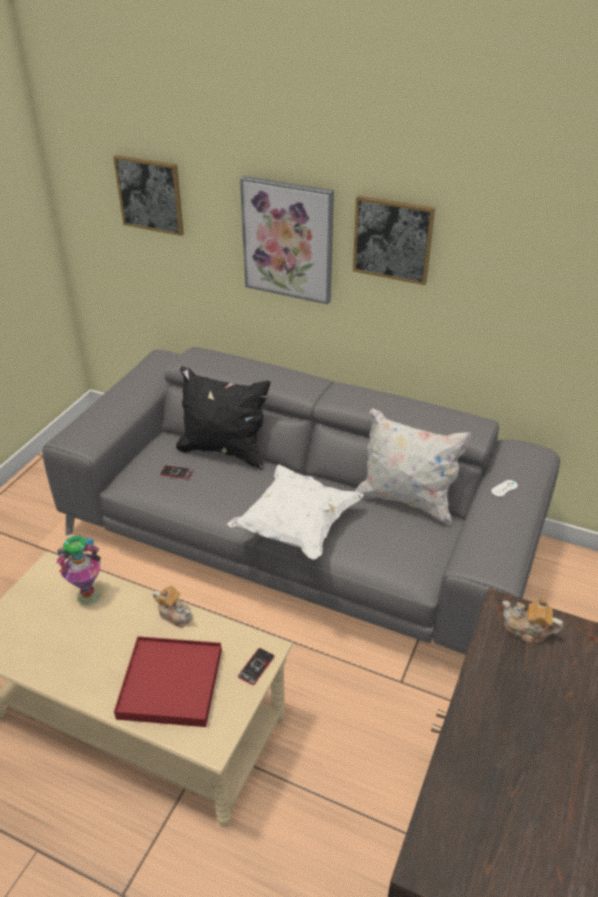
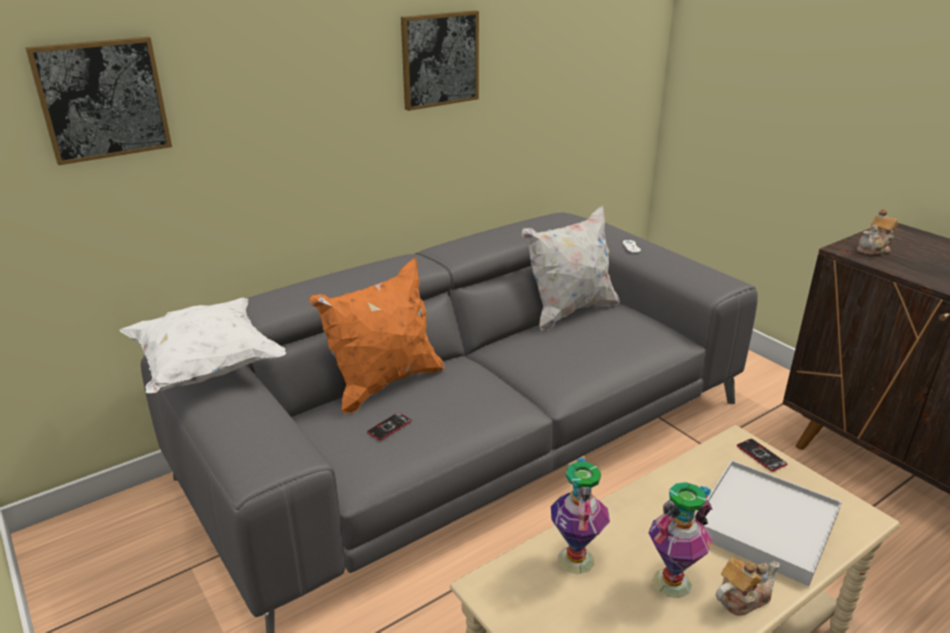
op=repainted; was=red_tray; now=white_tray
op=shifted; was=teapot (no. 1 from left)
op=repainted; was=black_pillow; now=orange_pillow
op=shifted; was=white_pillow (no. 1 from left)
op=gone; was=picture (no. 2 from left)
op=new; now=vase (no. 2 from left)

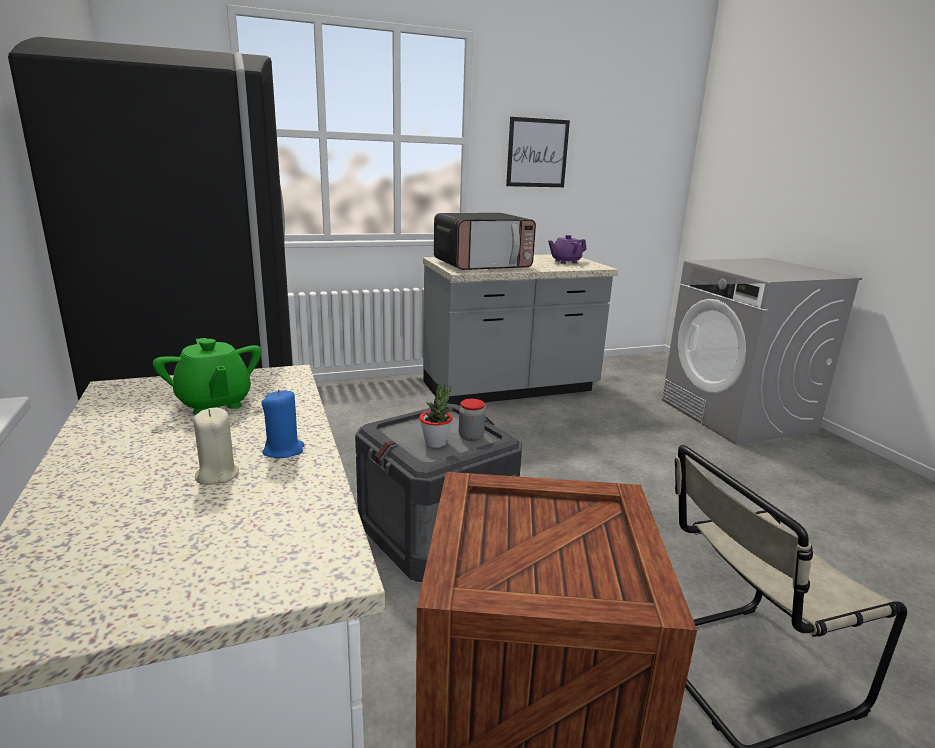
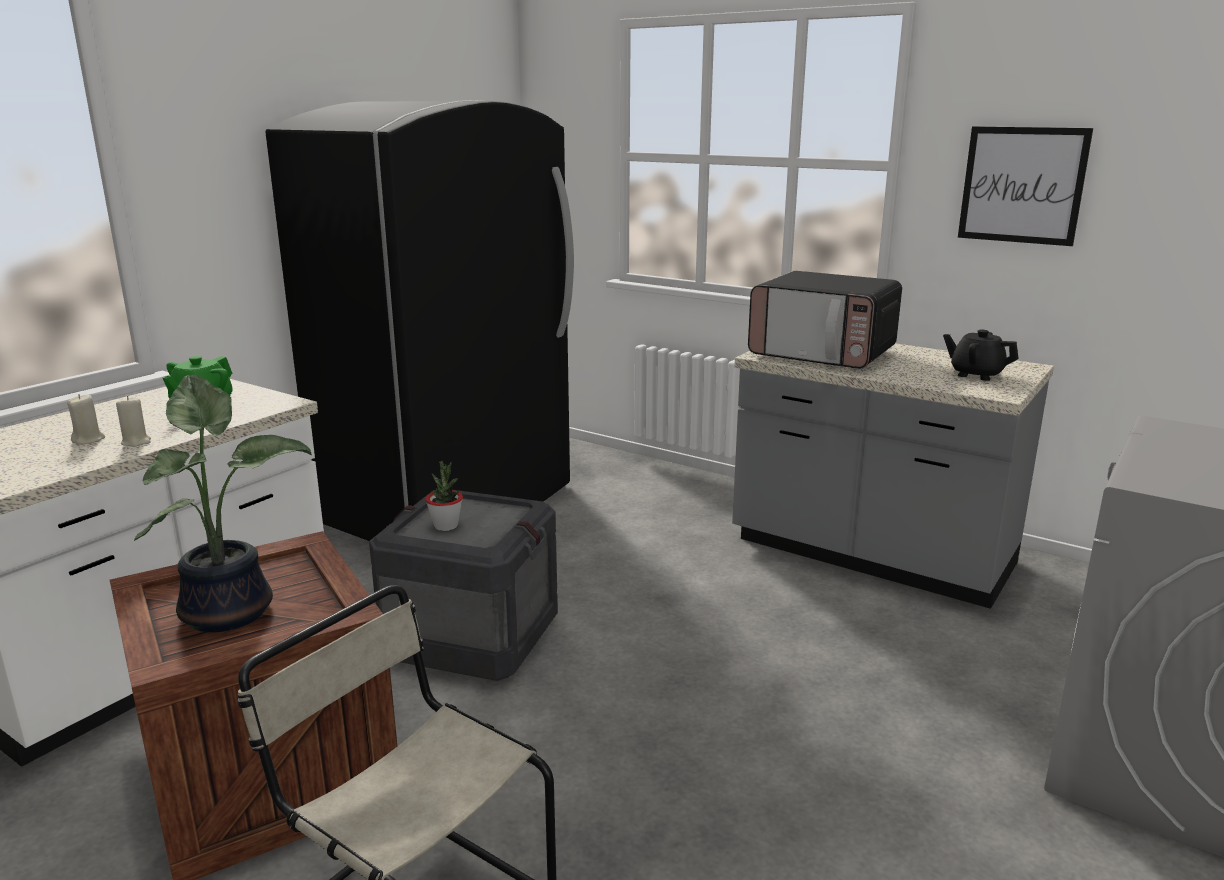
op=repainted; was=blue_candle; now=beige_candle (no. 2 from left)
op=gone; was=jar
op=repainted; was=purple_teapot; now=black_teapot
op=new; now=potted_plant (no. 1 from left)

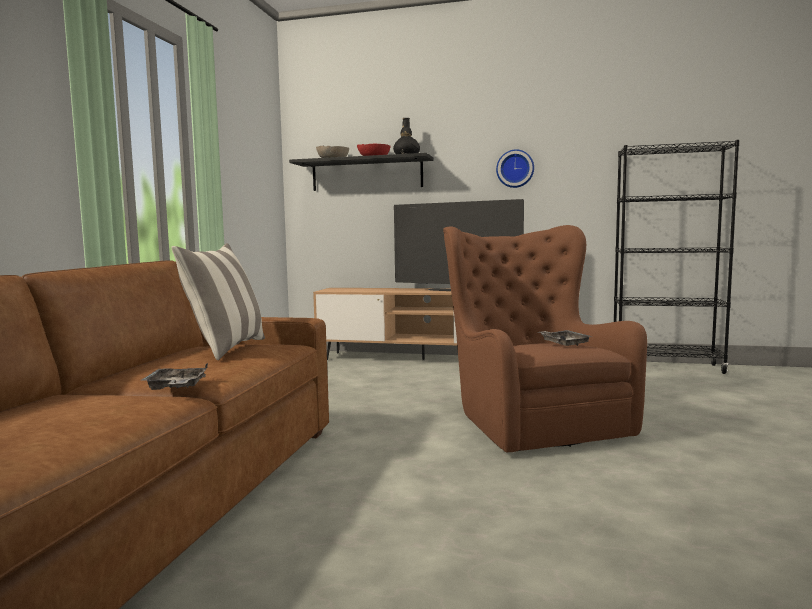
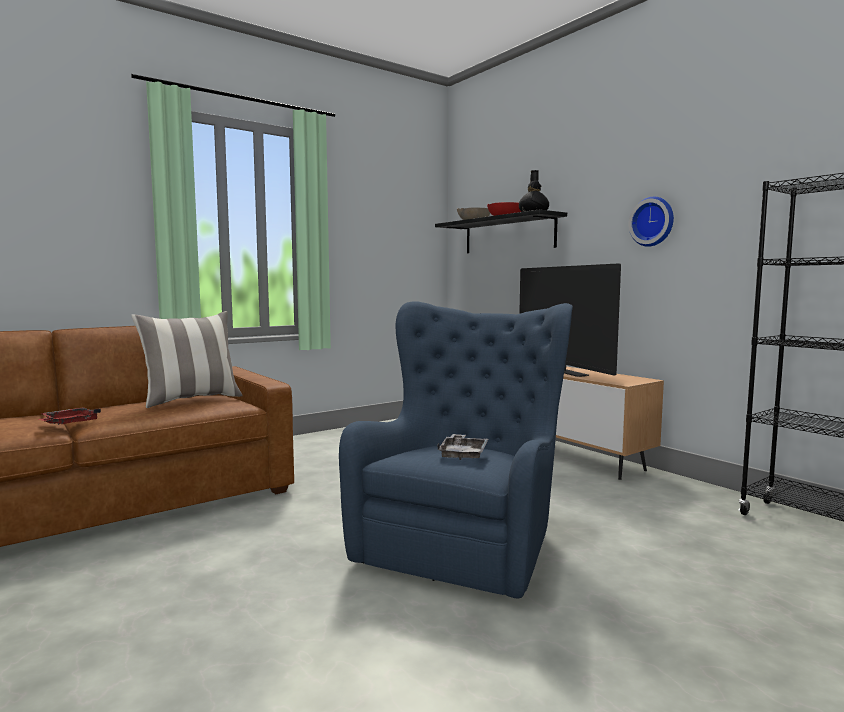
op=repainted; was=grey_tray (no. 1 from left); now=red_tray
op=repainted; was=brown_armchair; now=blue_armchair

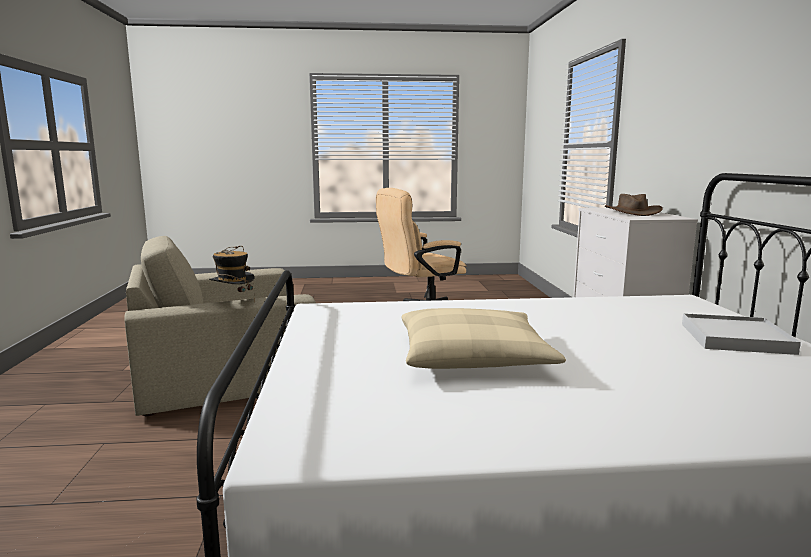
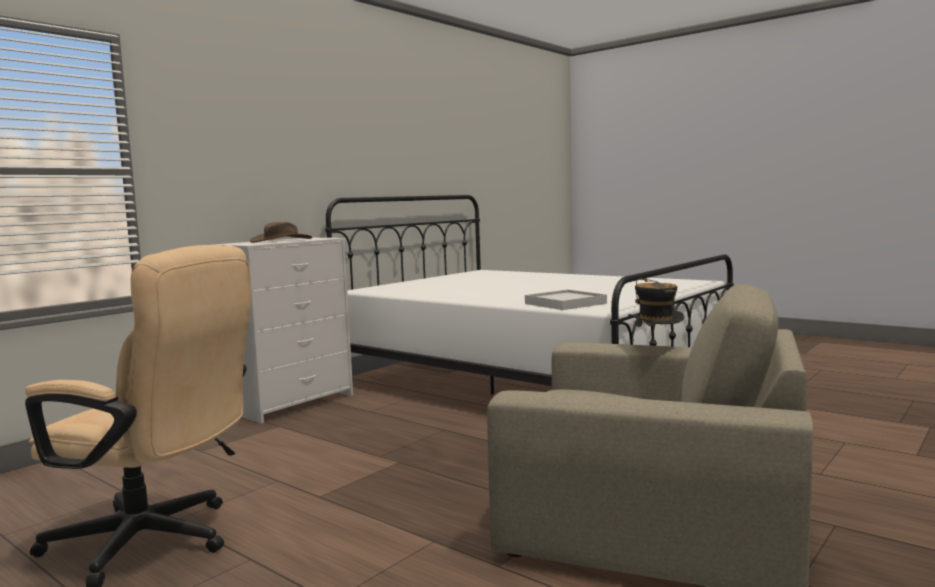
op=gone; was=beige_pillow
op=shifted; was=white_tray

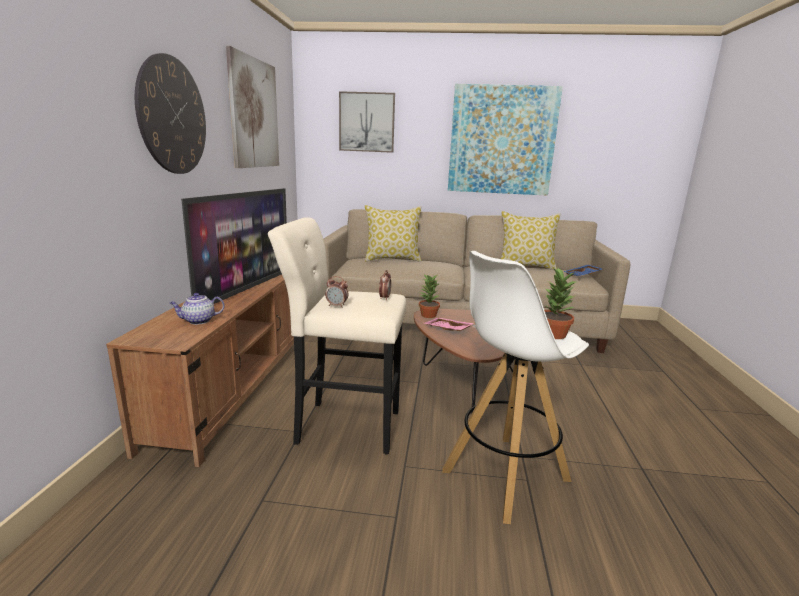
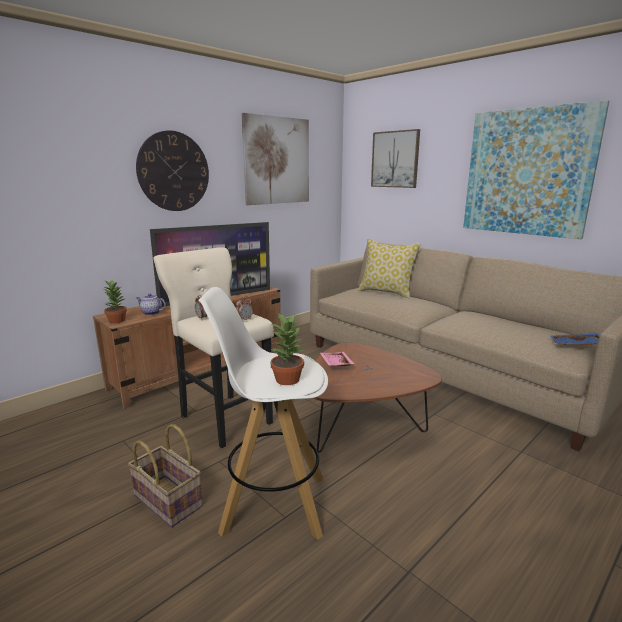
op=shifted; was=potted_plant (no. 1 from left)
op=gone; was=pillow (no. 2 from left)
op=new; now=basket

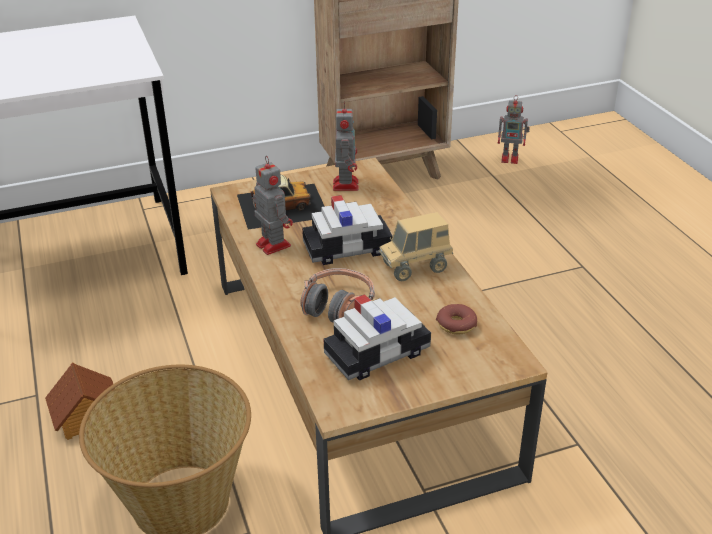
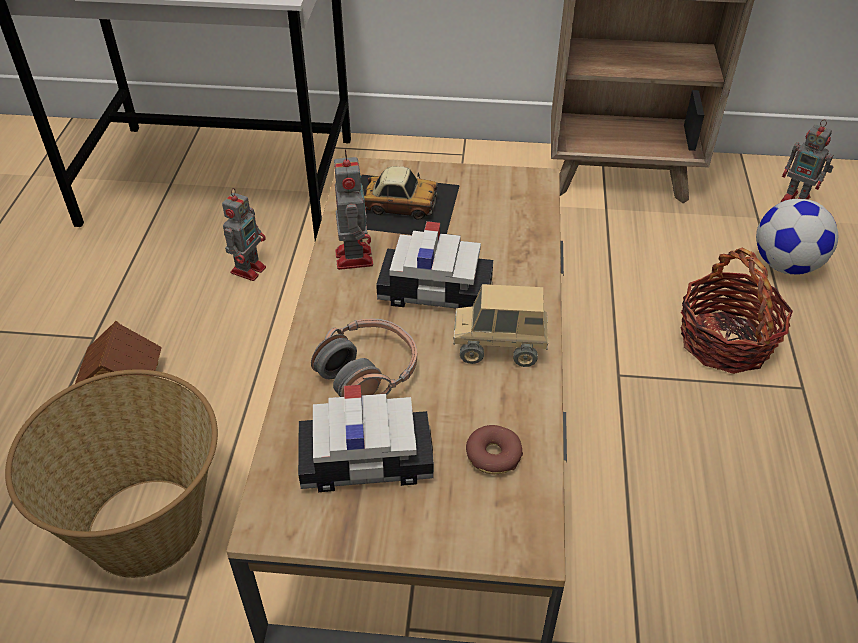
op=shifted; was=toy_robot (no. 2 from left in the first image); now=toy_robot (no. 1 from left)
op=new; now=basket (no. 2 from left)
op=new; now=football

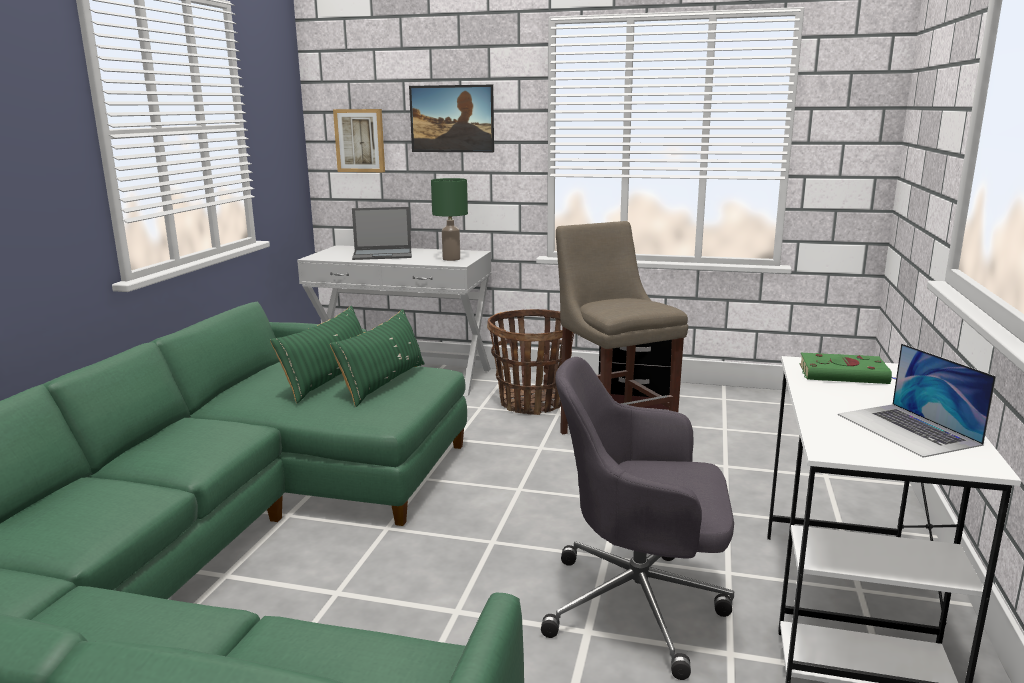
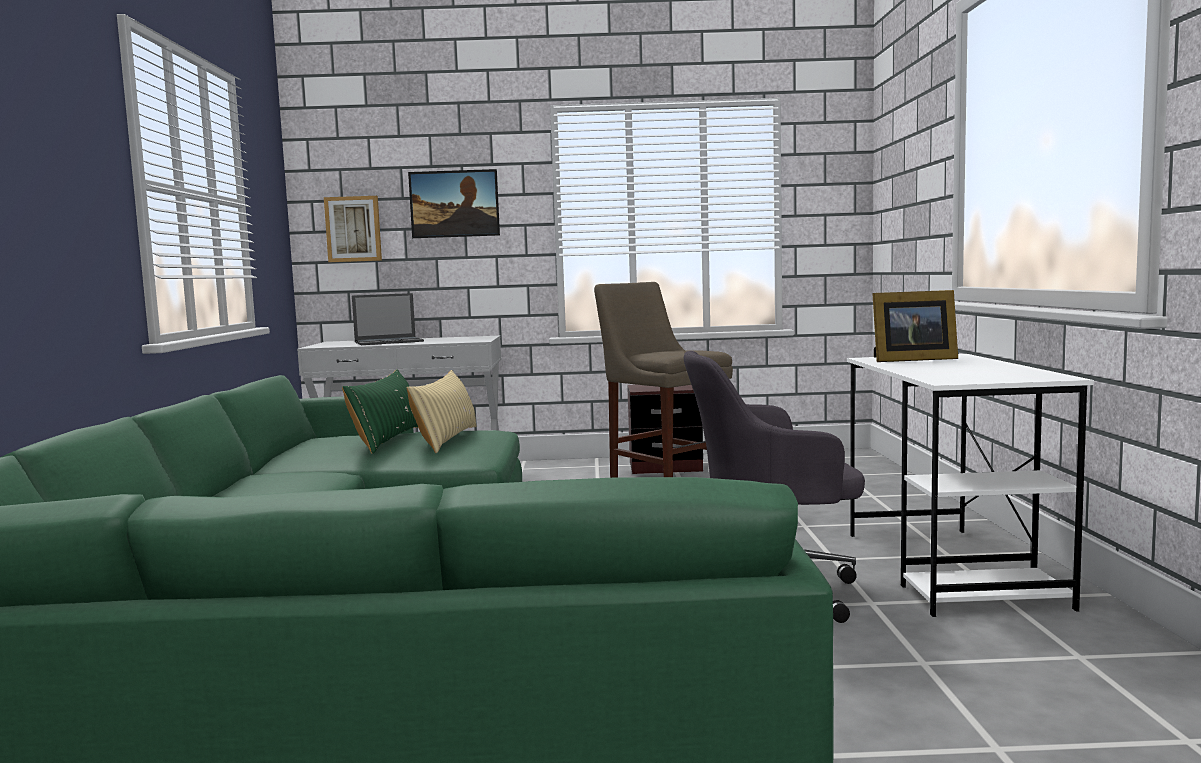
op=repainted; was=green_pillow (no. 2 from left); now=beige_pillow
op=gone; was=green_table_lamp
op=gone; was=basket
op=swapped; was=green_book; now=picture_frame
op=gone; was=laptop (no. 2 from left)

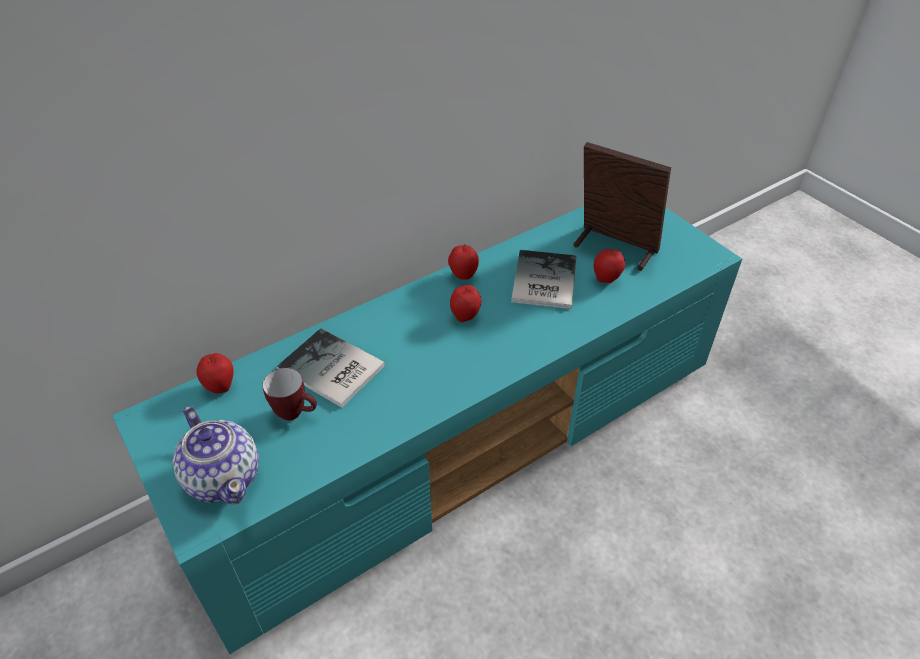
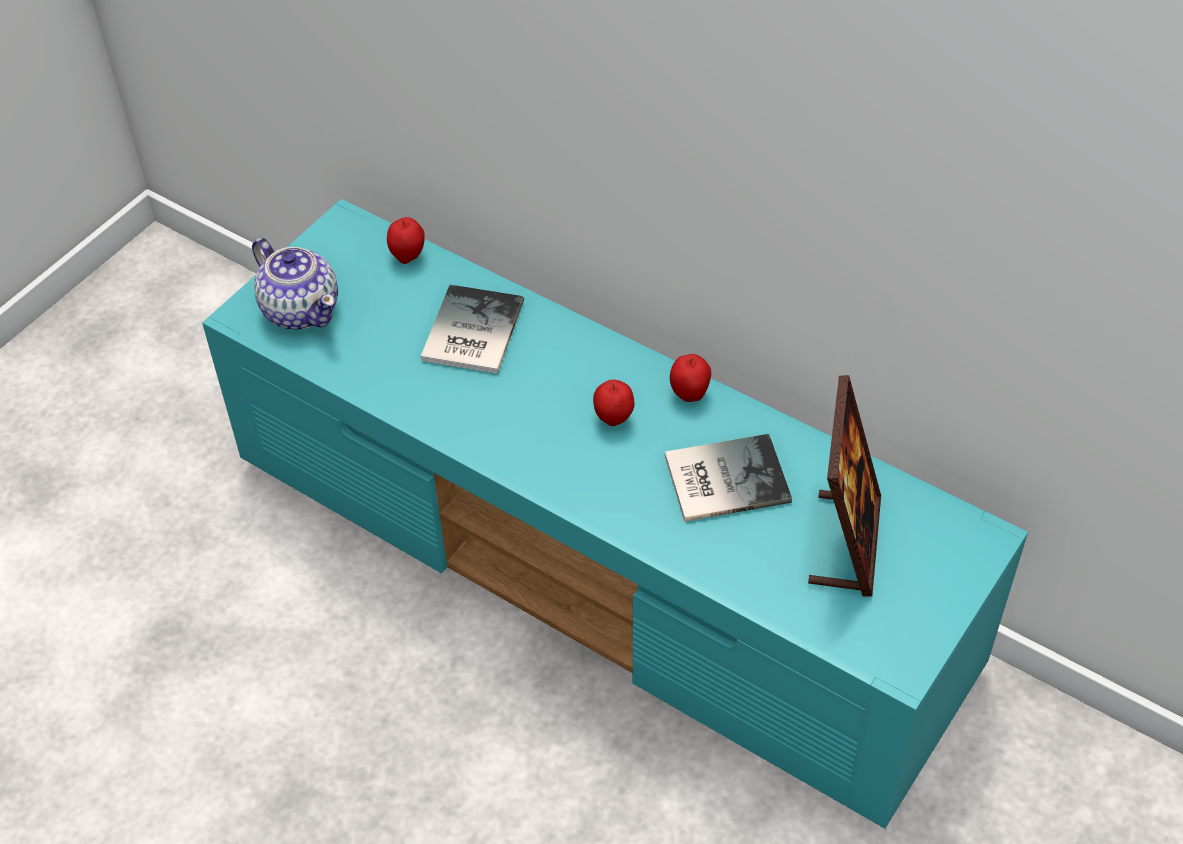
op=rotated; was=teapot; clockwise=-75
op=gone; was=mug
op=gone; was=apple (no. 4 from left)

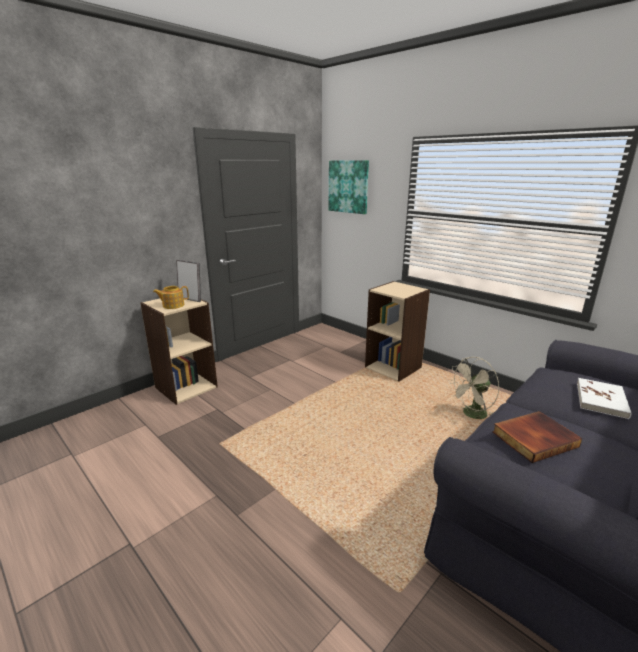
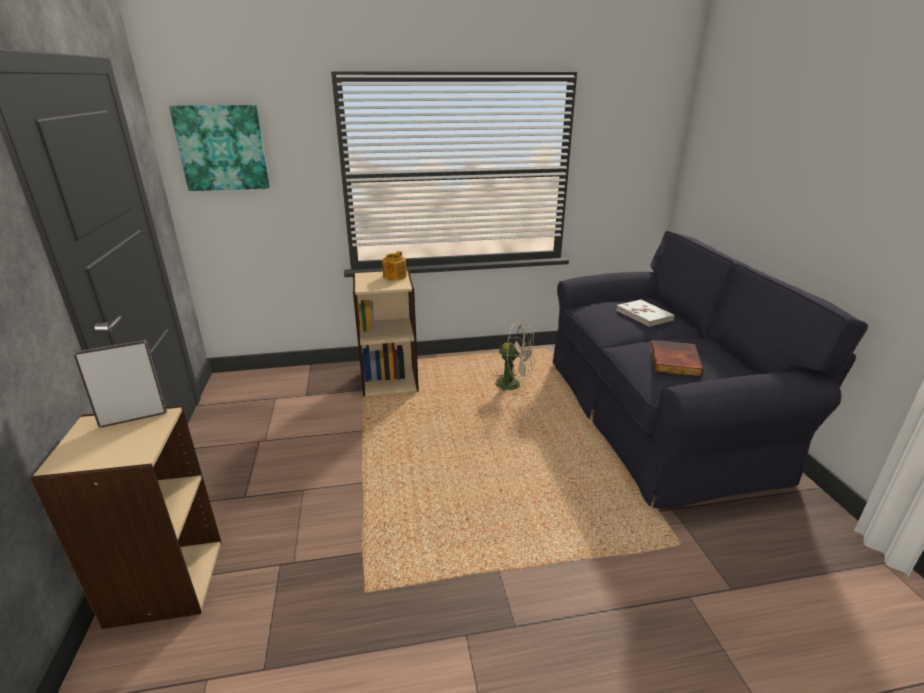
op=shifted; was=teapot
op=rotated; was=beige_fan; clockwise=-75

